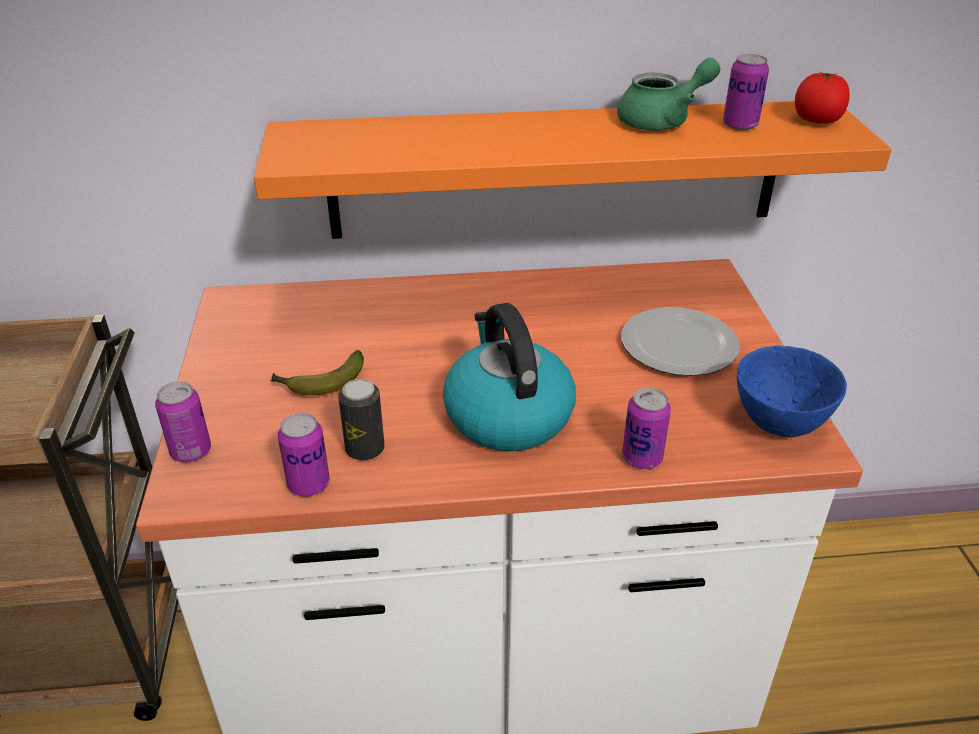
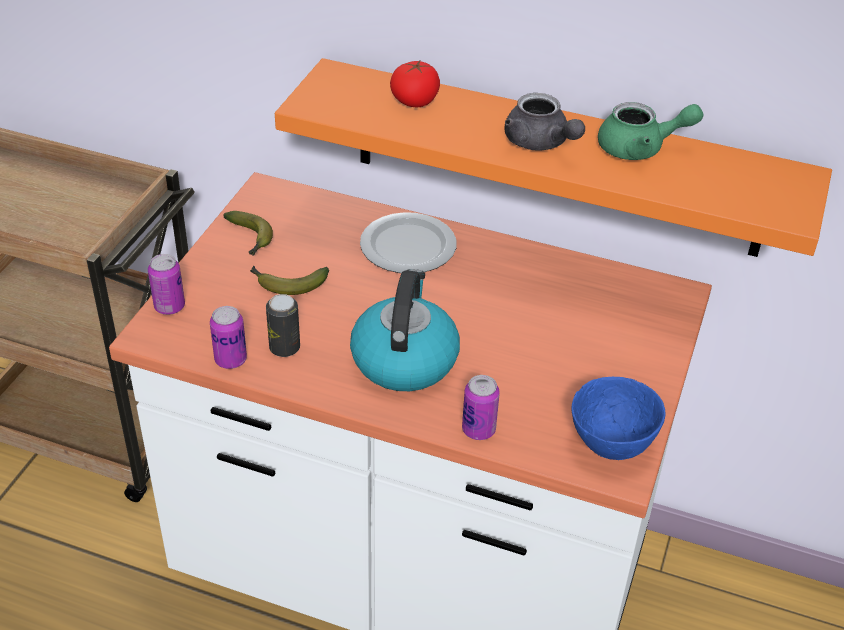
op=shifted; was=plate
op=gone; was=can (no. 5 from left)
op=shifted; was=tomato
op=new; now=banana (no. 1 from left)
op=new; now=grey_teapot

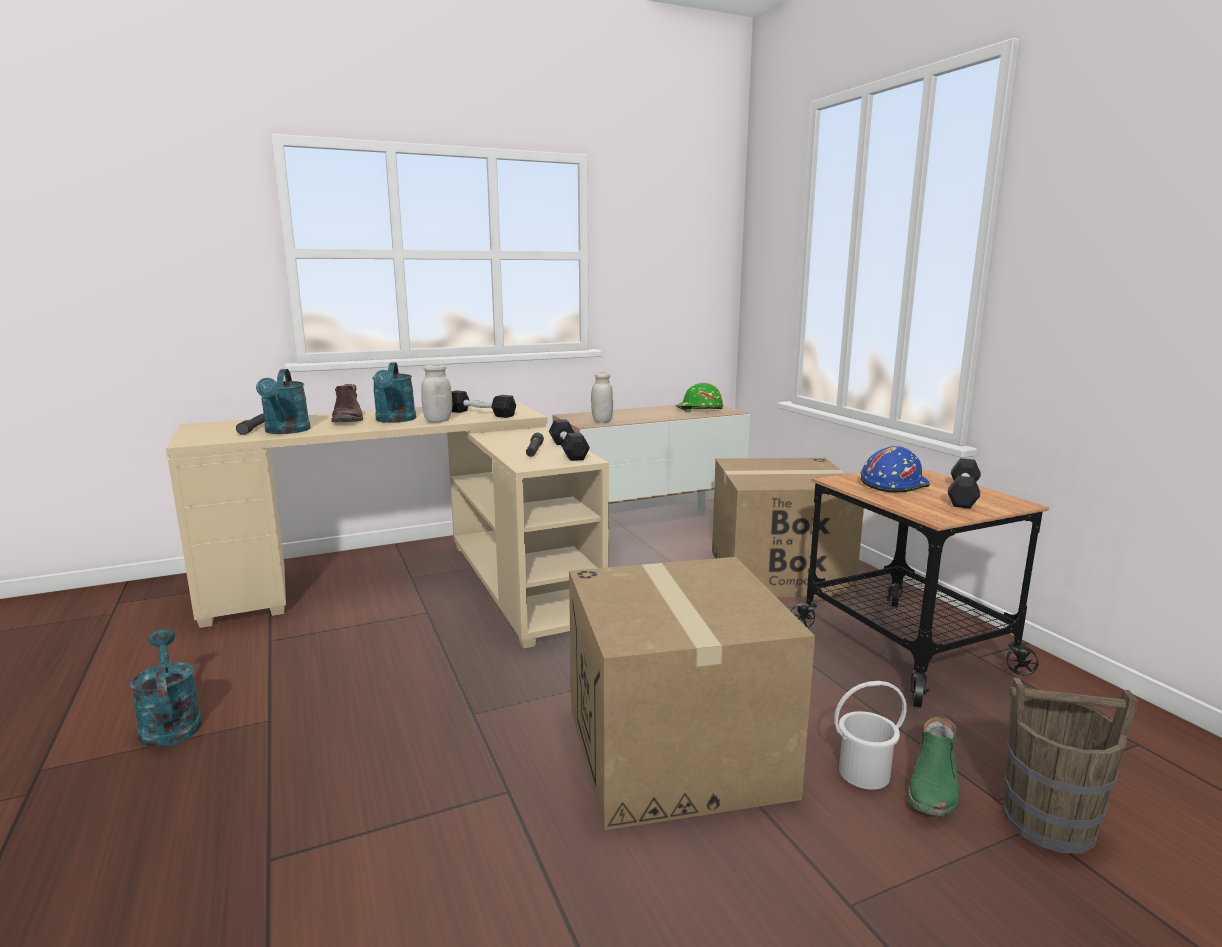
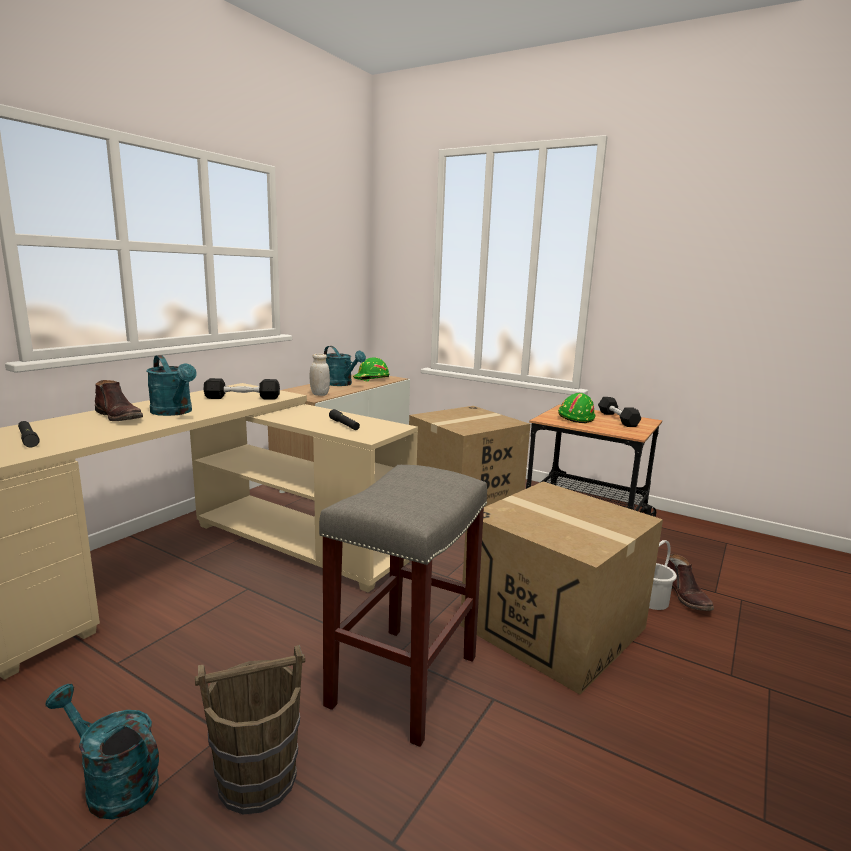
op=shifted; was=turquoise_watering_can (no. 2 from left in the first image); now=turquoise_watering_can (no. 3 from left)
op=gone; was=white_jar (no. 1 from left)
op=gone; was=black_dumbbell (no. 2 from left)
op=repainted; was=blue_hard_hat; now=green_hard_hat (no. 2 from left)
op=repainted; was=green_boot; now=brown_boot (no. 2 from left)
op=shifted; was=brown_bucket
op=new; now=grey_stool

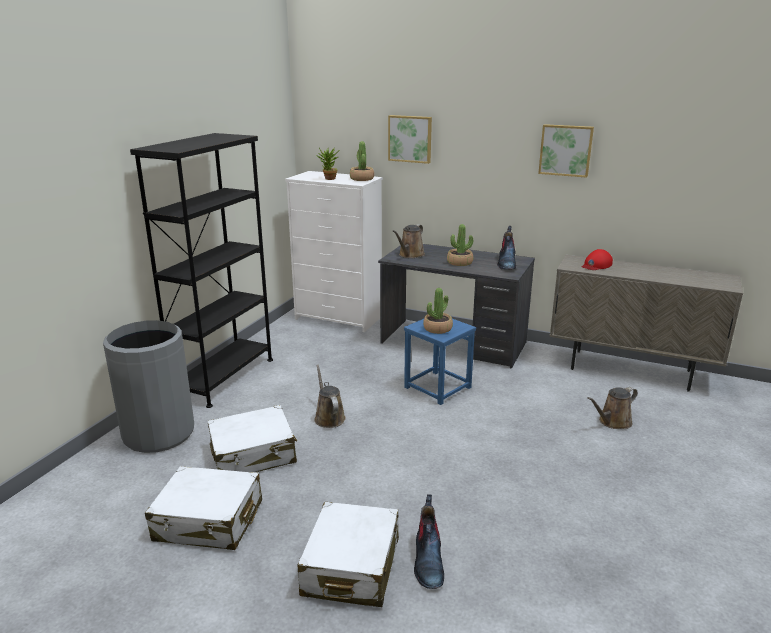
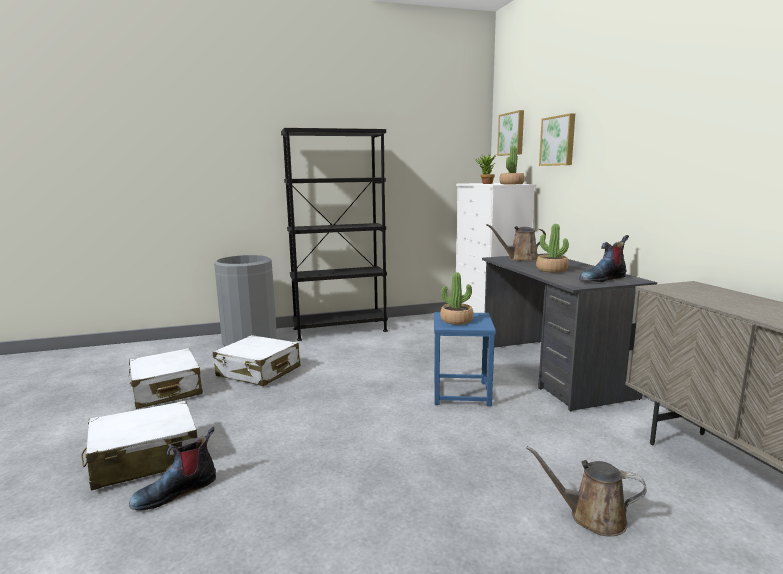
op=gone; was=brown_watering_can (no. 1 from left)
op=shifted; was=picture (no. 2 from left in the first image); now=picture (no. 1 from left)
op=gone; was=red_cap

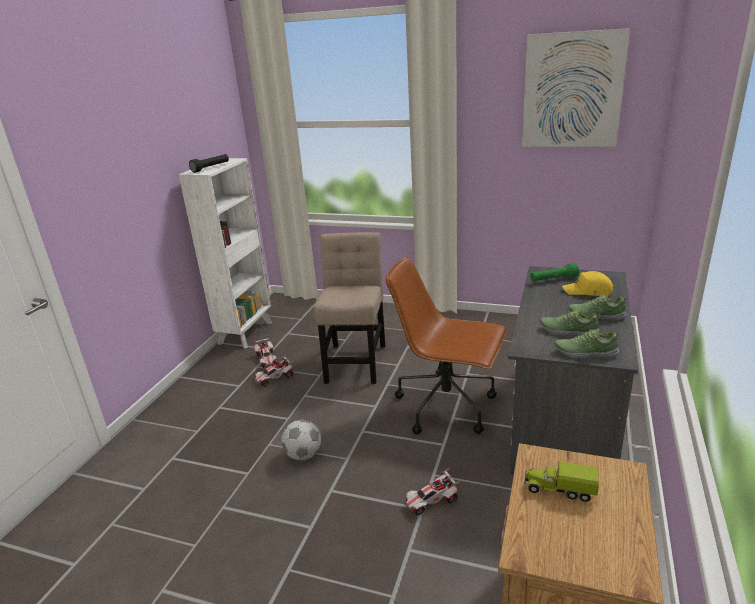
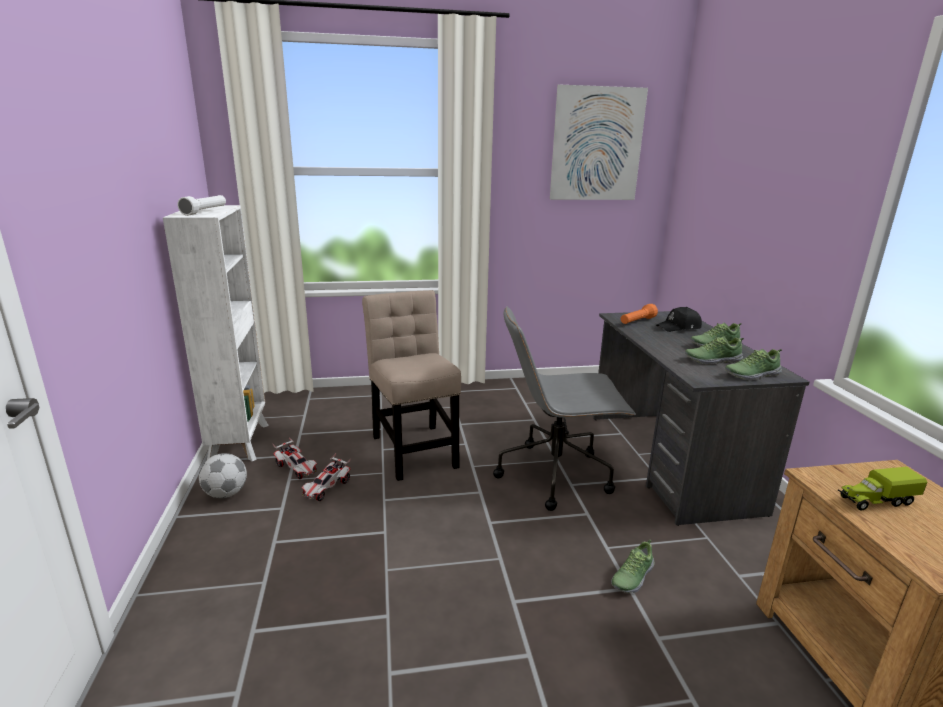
op=repainted; was=black_flashlight; now=white_flashlight
op=shifted; was=football
op=repainted; was=brown_office_chair; now=grey_office_chair
op=swapped; was=toy_car (no. 3 from left); now=shoe (no. 1 from left)
op=repainted; was=green_flashlight; now=orange_flashlight
op=repainted; was=yellow_cap; now=black_cap

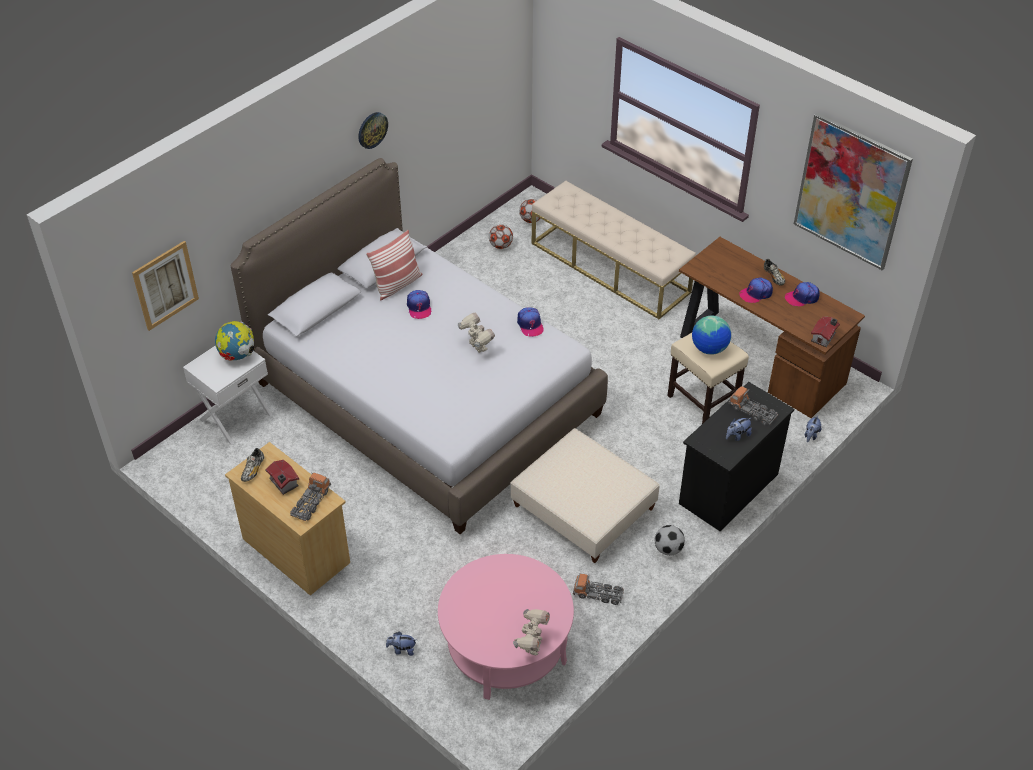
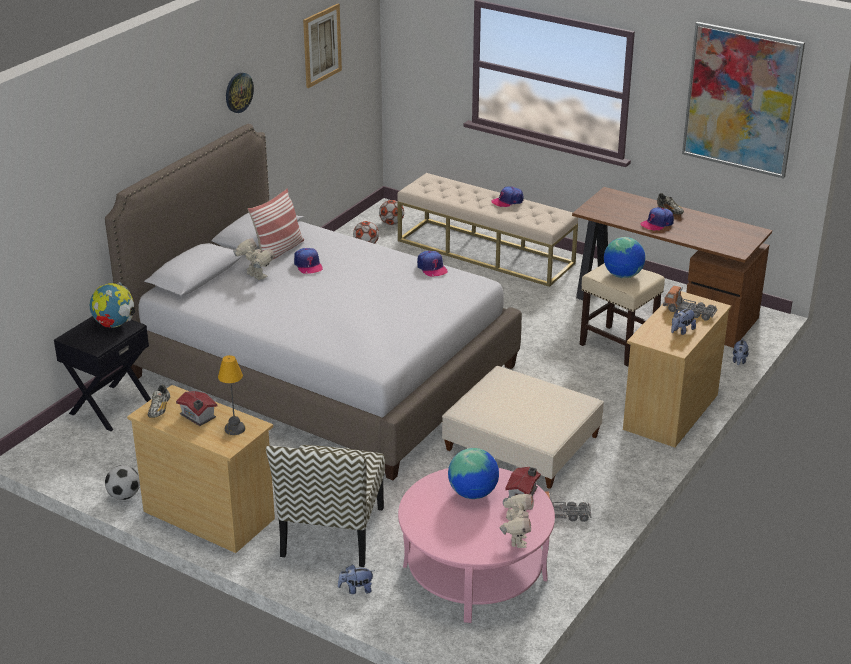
op=shifted; was=picture (no. 1 from left)
op=repainted; was=white_nightstand; now=black_nightstand
op=swapped; was=toy_truck (no. 1 from left); now=table_lamp
op=shifted; was=toy_robot (no. 1 from left)
op=shifted; was=football (no. 3 from left in the first image); now=football (no. 1 from left)
op=repainted; was=black_dresser; now=beige_dresser (no. 2 from left)
op=shifted; was=cap (no. 4 from left in the first image); now=cap (no. 3 from left)
op=shifted; was=toy_house (no. 2 from left)
op=new; now=chair
op=new; now=globe (no. 2 from left)

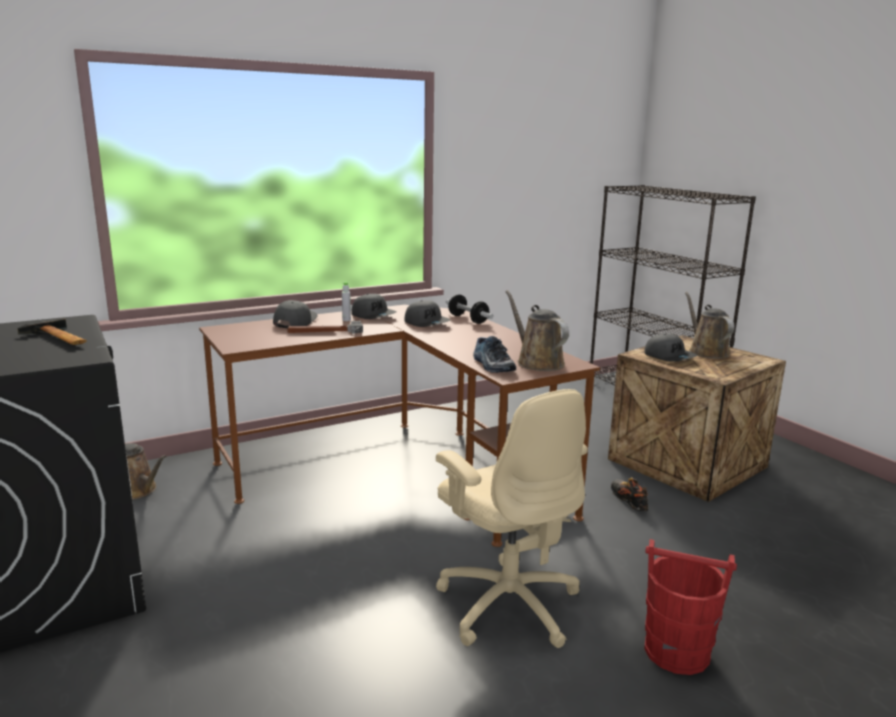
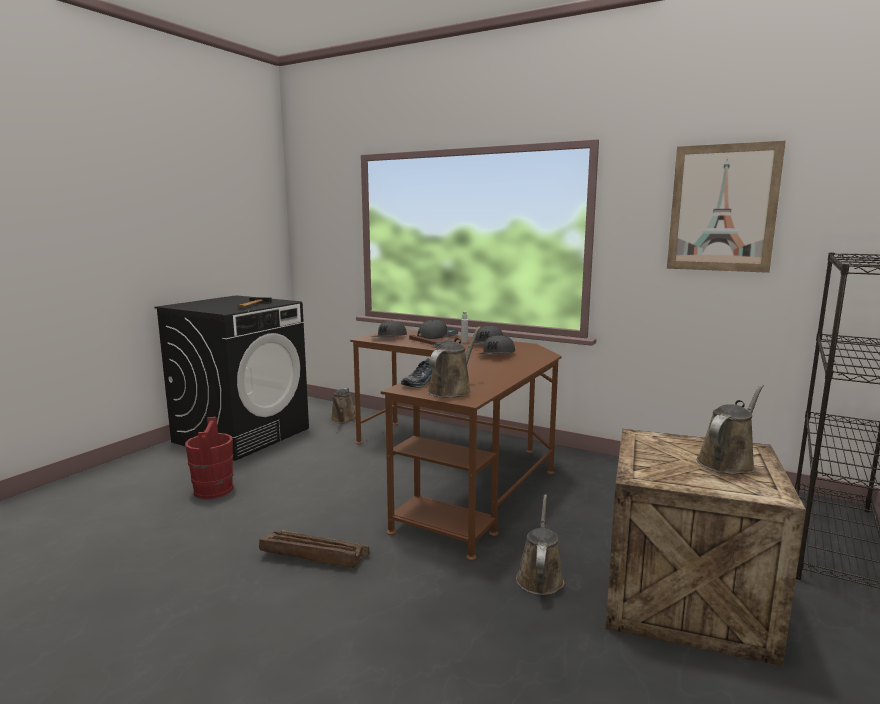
op=swapped; was=beige_office_chair; now=crate (no. 1 from left)
op=gone; was=dumbbell
op=swapped; was=shoe (no. 2 from left); now=brown_watering_can (no. 3 from left)
op=shifted; was=grey_cap (no. 4 from left in the first image); now=grey_cap (no. 1 from left)
op=shifted; was=red_bucket
op=new; now=picture

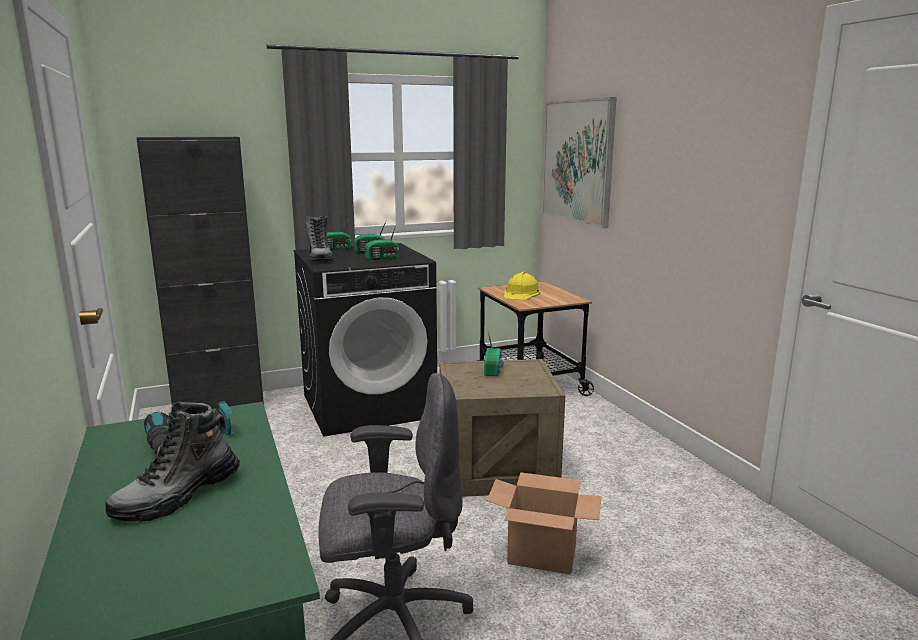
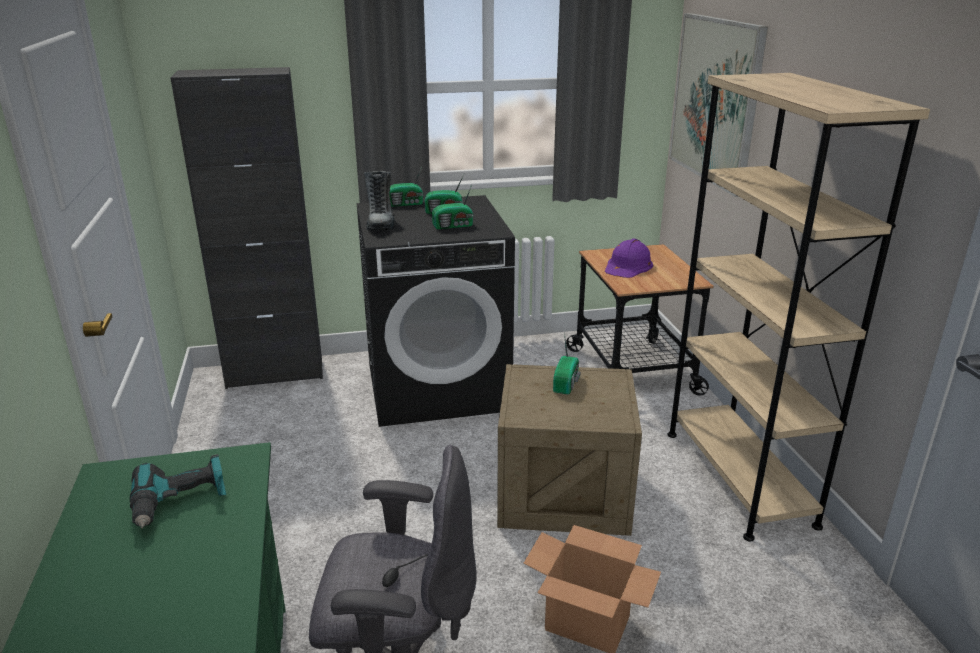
op=gone; was=boot (no. 1 from left)
op=repainted; was=yellow_hard_hat; now=purple_hard_hat
op=new; now=beige_bookcase

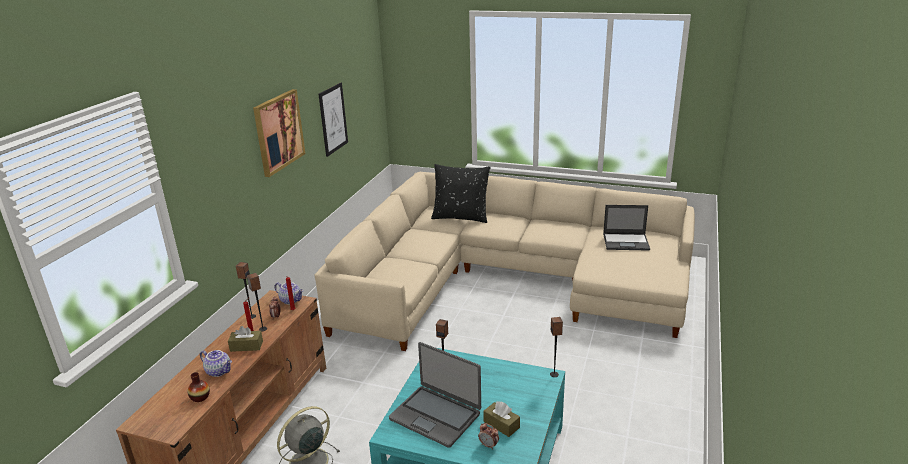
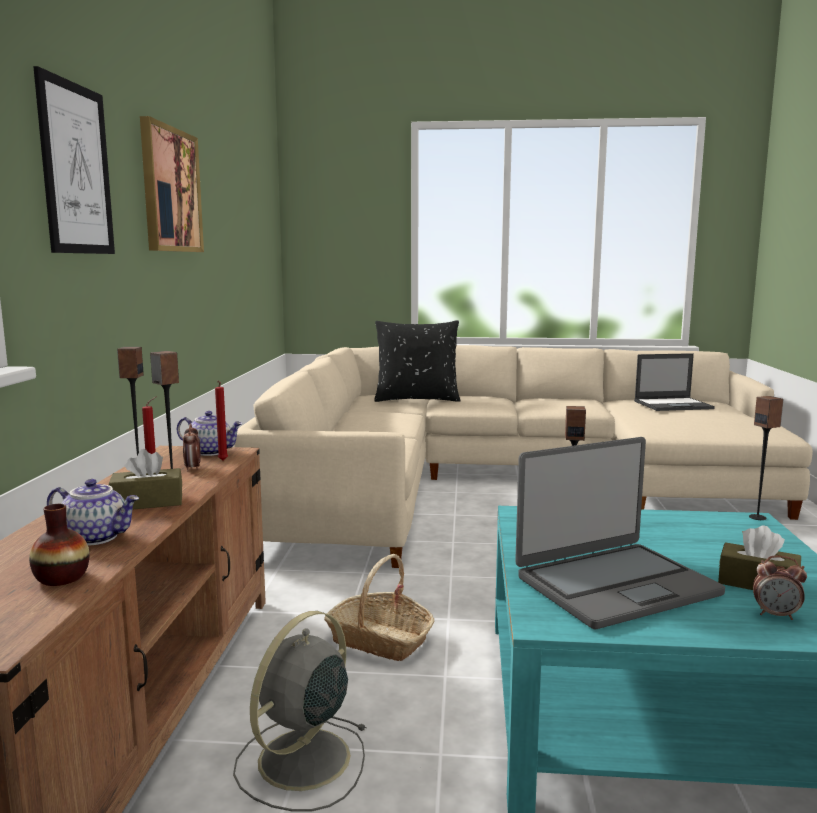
op=shifted; was=picture (no. 2 from left in the first image); now=picture (no. 1 from left)
op=rotated; was=laptop (no. 1 from left); clockwise=-45
op=new; now=basket

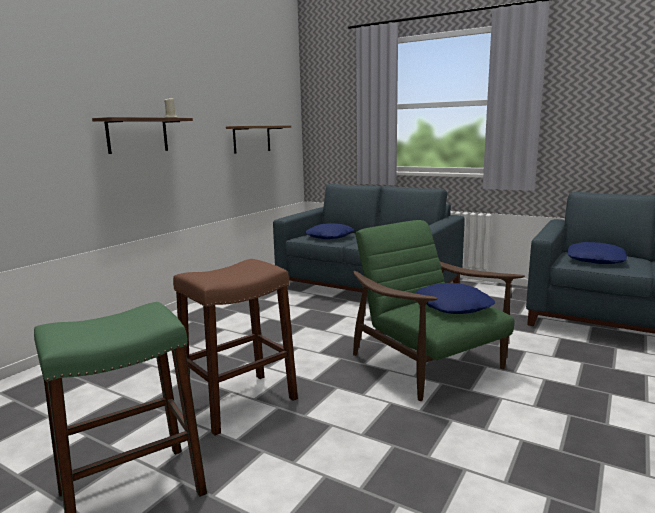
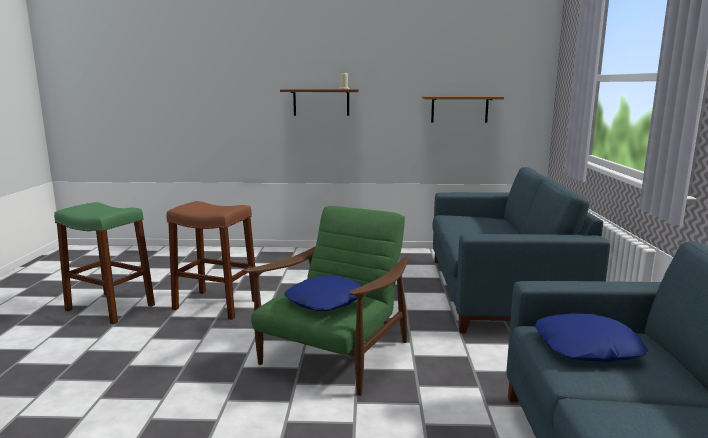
op=gone; was=blue_pillow (no. 1 from left)

